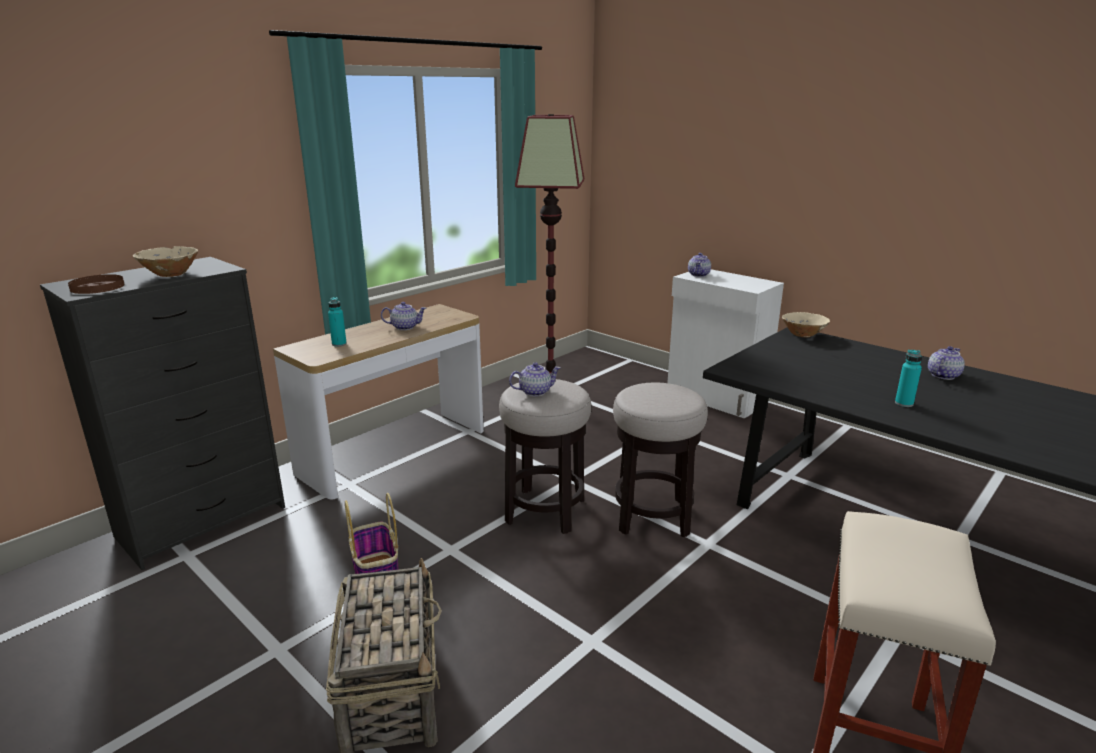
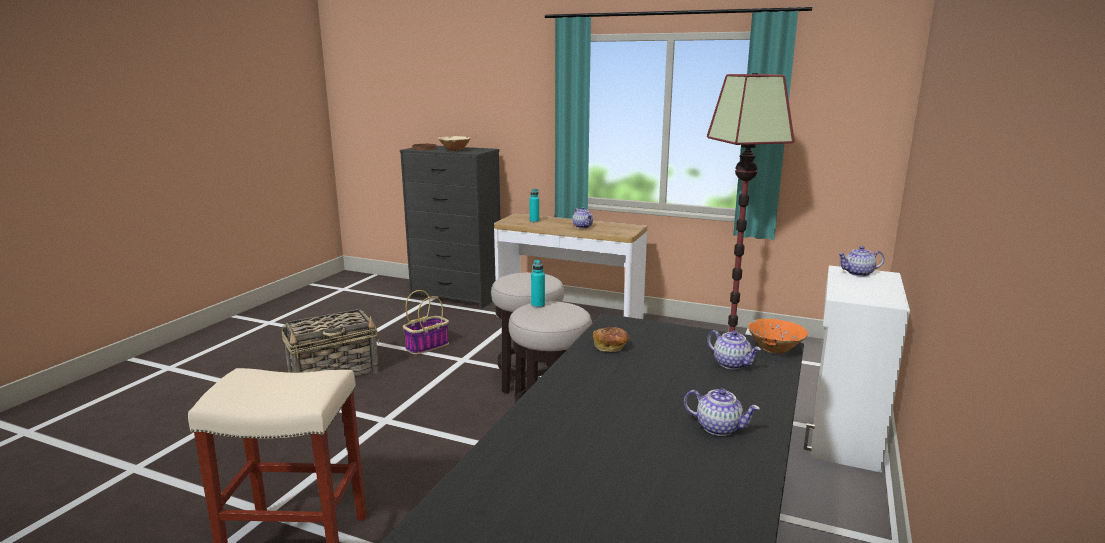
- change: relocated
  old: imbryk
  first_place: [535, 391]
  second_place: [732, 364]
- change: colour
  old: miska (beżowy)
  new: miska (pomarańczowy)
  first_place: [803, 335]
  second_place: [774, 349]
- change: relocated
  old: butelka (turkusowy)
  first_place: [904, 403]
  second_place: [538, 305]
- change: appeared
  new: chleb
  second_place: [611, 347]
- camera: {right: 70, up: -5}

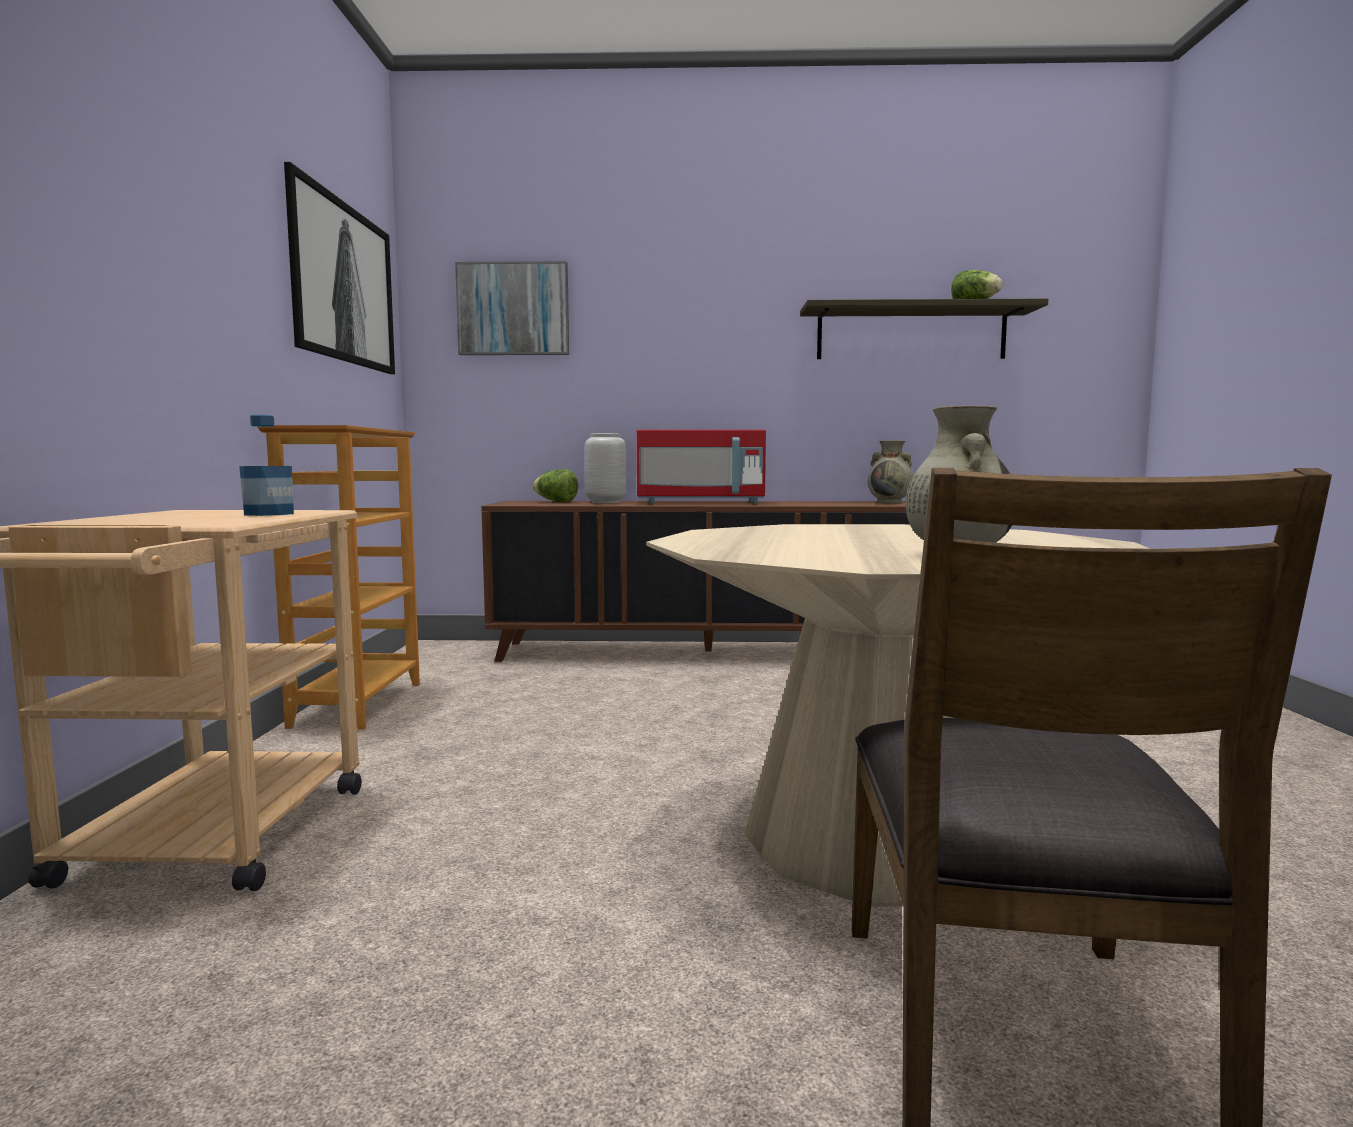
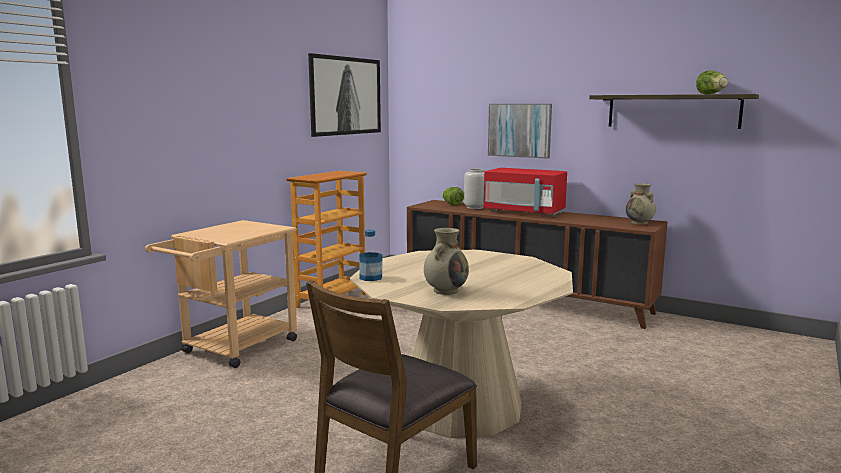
- change: relocated
  old: butelka
  first_place: [269, 514]
  second_place: [371, 277]
- change: relocated
  old: obraz
  first_place: [513, 309]
  second_place: [519, 130]
- camera: {right: 30, up: 5}

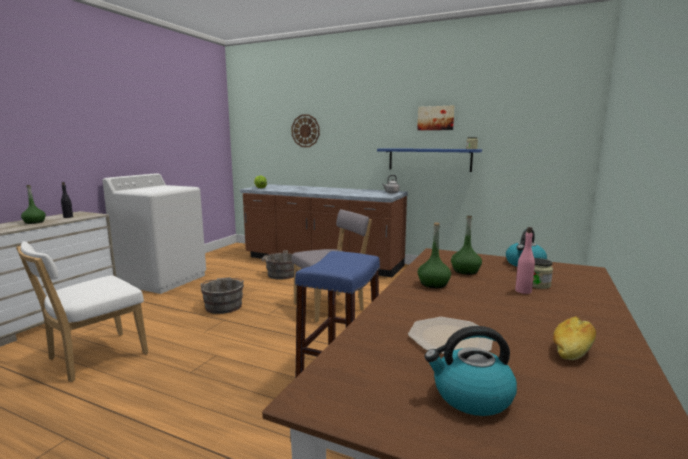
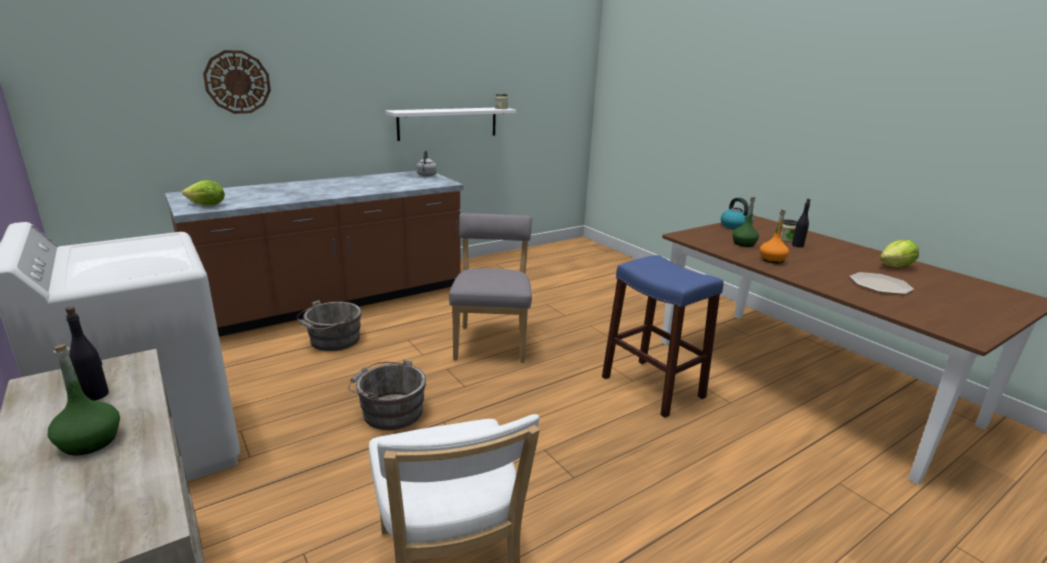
- change: colour
  old: półka (niebieski)
  new: półka (biały)
  first_place: [429, 159]
  second_place: [448, 123]
- change: missing
  old: obraz
  first_place: [435, 118]
- change: colour
  old: butelka (zielony)
  new: butelka (pomarańczowy)
  first_place: [433, 284]
  second_place: [772, 260]
- change: missing
  old: czajnik
  first_place: [471, 396]
- change: colour
  old: butelka (różowy)
  new: butelka (czarny)
  first_place: [523, 291]
  second_place: [797, 245]
- change: exchanged
  old: chleb
  new: sałata
  first_place: [572, 349]
  second_place: [895, 266]
- camera: {right: -60, up: 10}

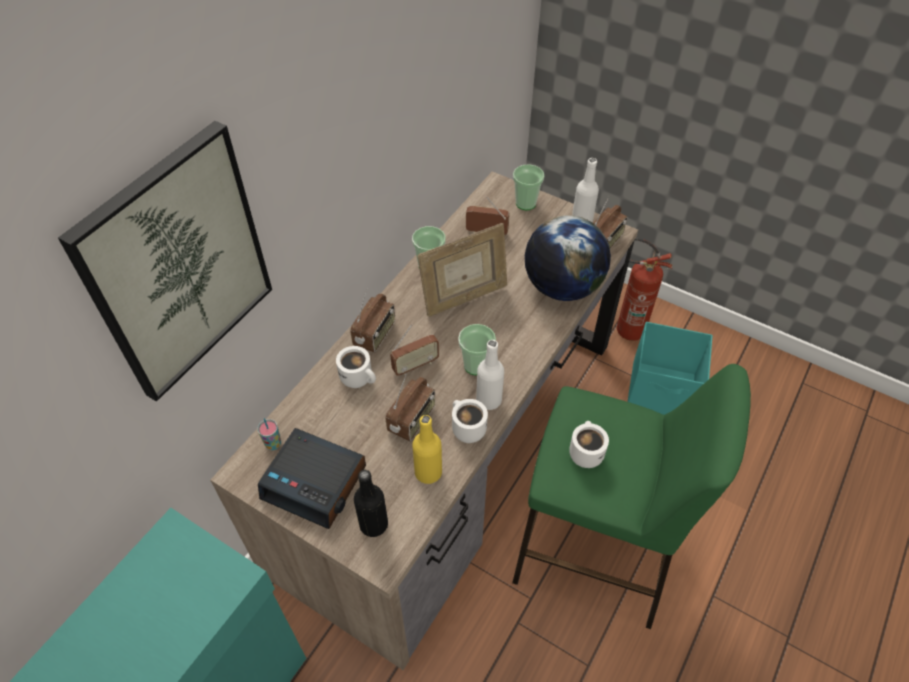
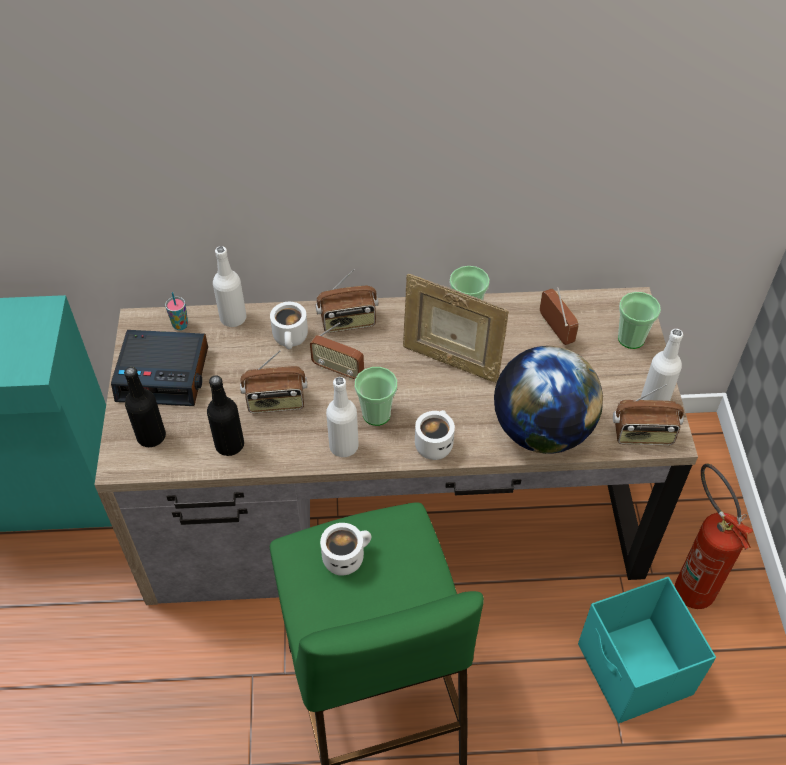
- change: missing
  old: obraz
  first_place: [178, 265]
- change: spun
  old: budzik
  first_place: [315, 482]
  second_place: [164, 374]
  degrees: -75
- change: colour
  old: butelka (żółty)
  new: butelka (czarny)
  first_place: [428, 472]
  second_place: [229, 445]
- change: relocated
  old: kubek (biały)
  first_place: [466, 429]
  second_place: [433, 443]
- change: appeared
  new: butelka (biały)
  second_place: [233, 318]
- camera: {right: 55, up: 0}

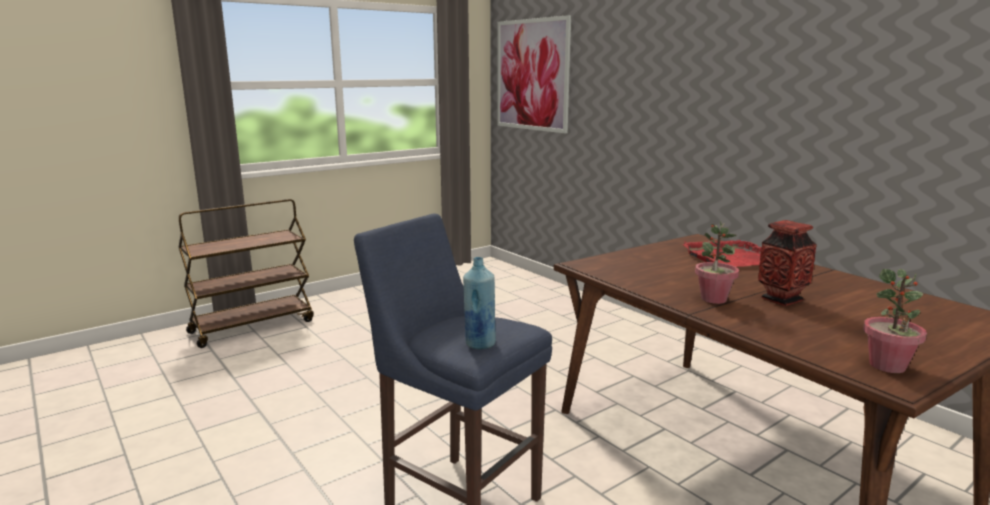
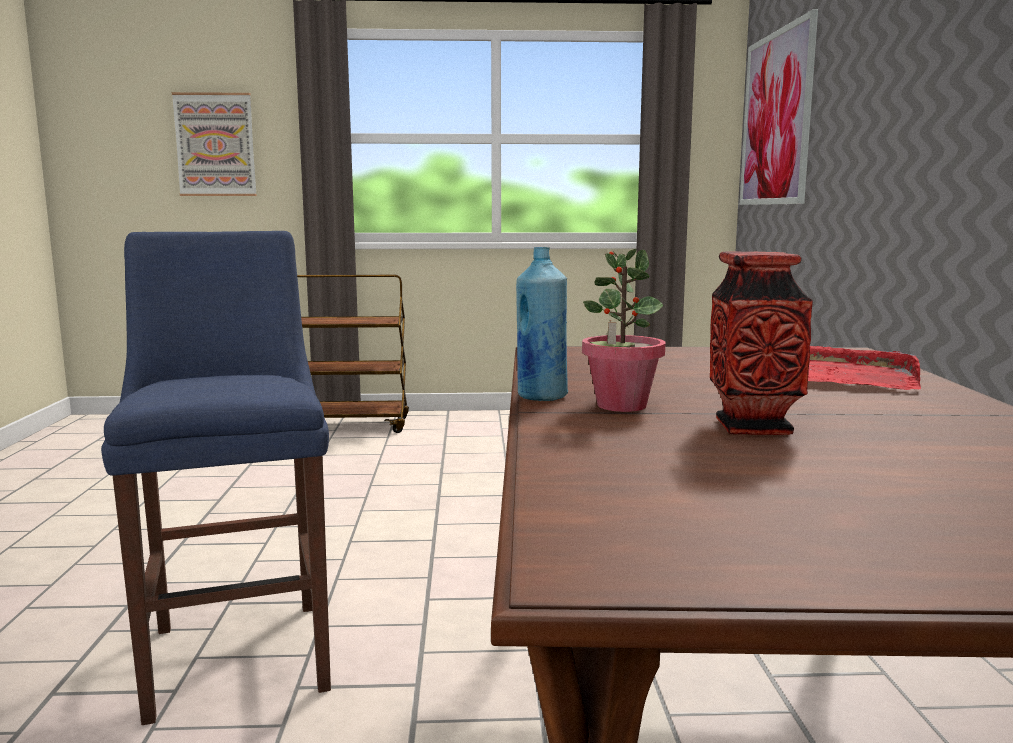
- change: relocated
  old: butelka (niebieski)
  first_place: [480, 344]
  second_place: [541, 396]
- change: missing
  old: roślina doniczkowa
  first_place: [887, 366]
- change: appeared
  new: obraz
  second_place: [215, 145]
- camera: {right: 35, up: -5}

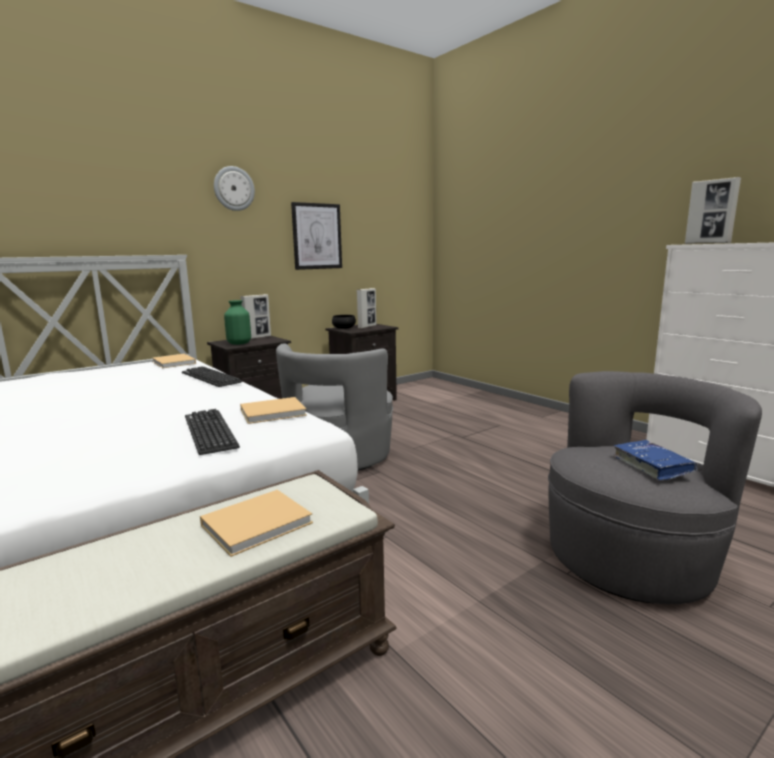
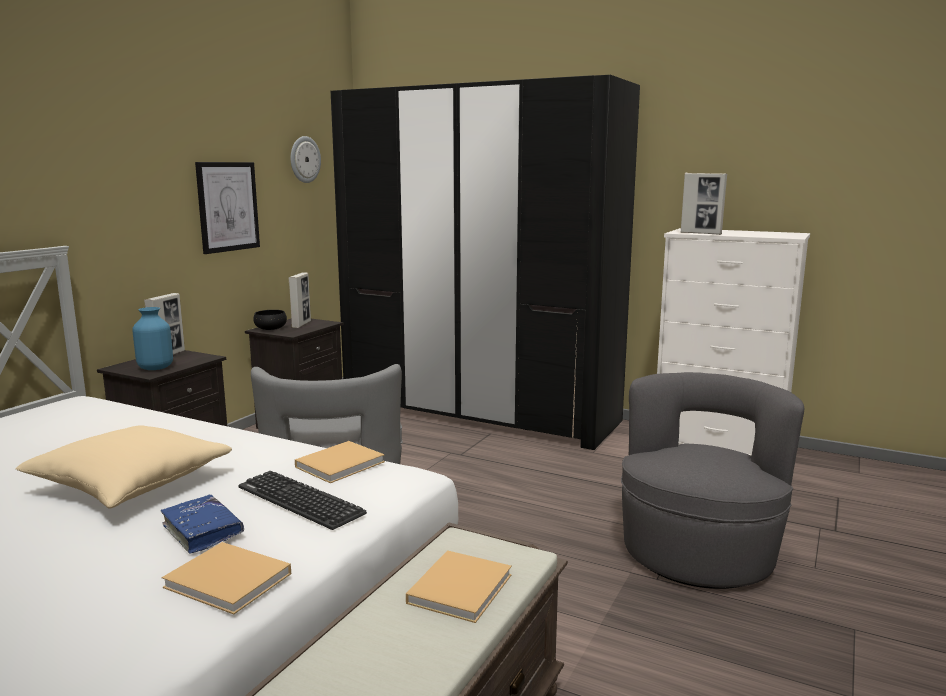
- change: relocated
  old: książka (beżowy)
  first_place: [174, 363]
  second_place: [230, 581]
- change: missing
  old: klawiatura
  first_place: [210, 377]
- change: relocated
  old: zegar ścienny
  first_place: [234, 188]
  second_place: [304, 159]
- change: colour
  old: wazon (zielony)
  new: wazon (niebieski)
  first_place: [239, 343]
  second_place: [156, 368]
- change: relocated
  old: książka (niebieski)
  first_place: [652, 466]
  second_place: [202, 531]
- change: appeared
  new: poduszka (beżowy)
  second_place: [130, 484]
- change: appeared
  new: szafa (czarny)
  second_place: [479, 412]
- camera: {right: -25, up: 0}

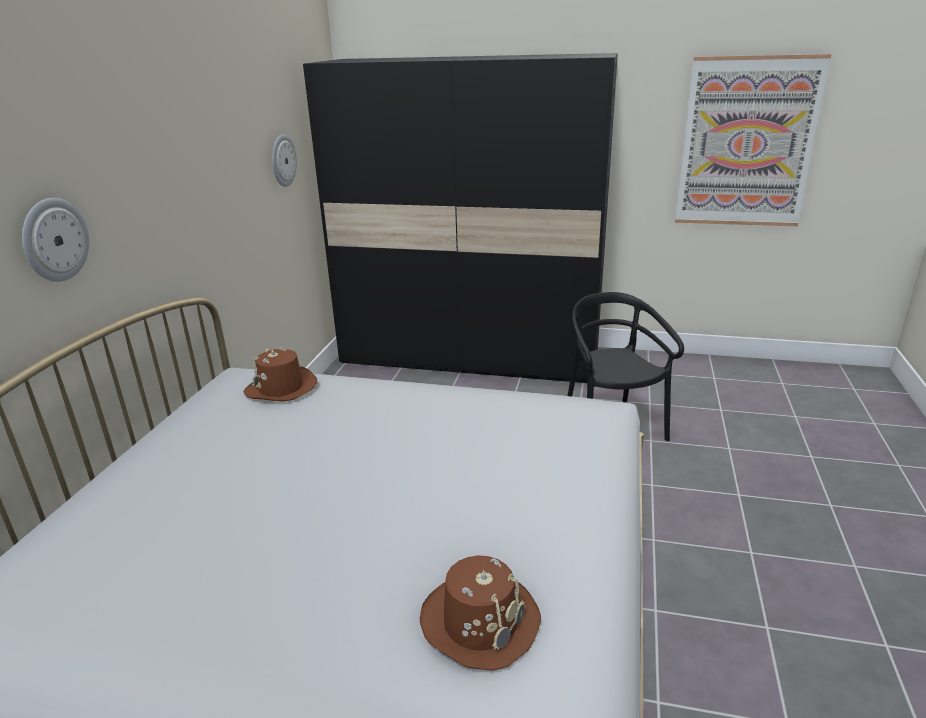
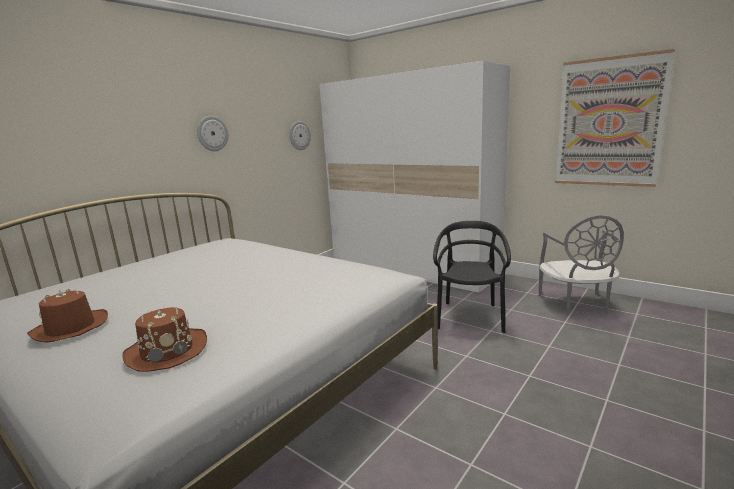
- change: relocated
  old: zegar ścienny
  first_place: [54, 240]
  second_place: [212, 133]
- change: relocated
  old: kapelusz (brązowy)
  first_place: [281, 388]
  second_place: [70, 328]
- change: colour
  old: szafa (czarny)
  new: szafa (biały)
  first_place: [470, 356]
  second_place: [412, 268]
- change: appeared
  new: krzesło (szary)
  second_place: [576, 304]
- camera: {right: 25, up: -10}

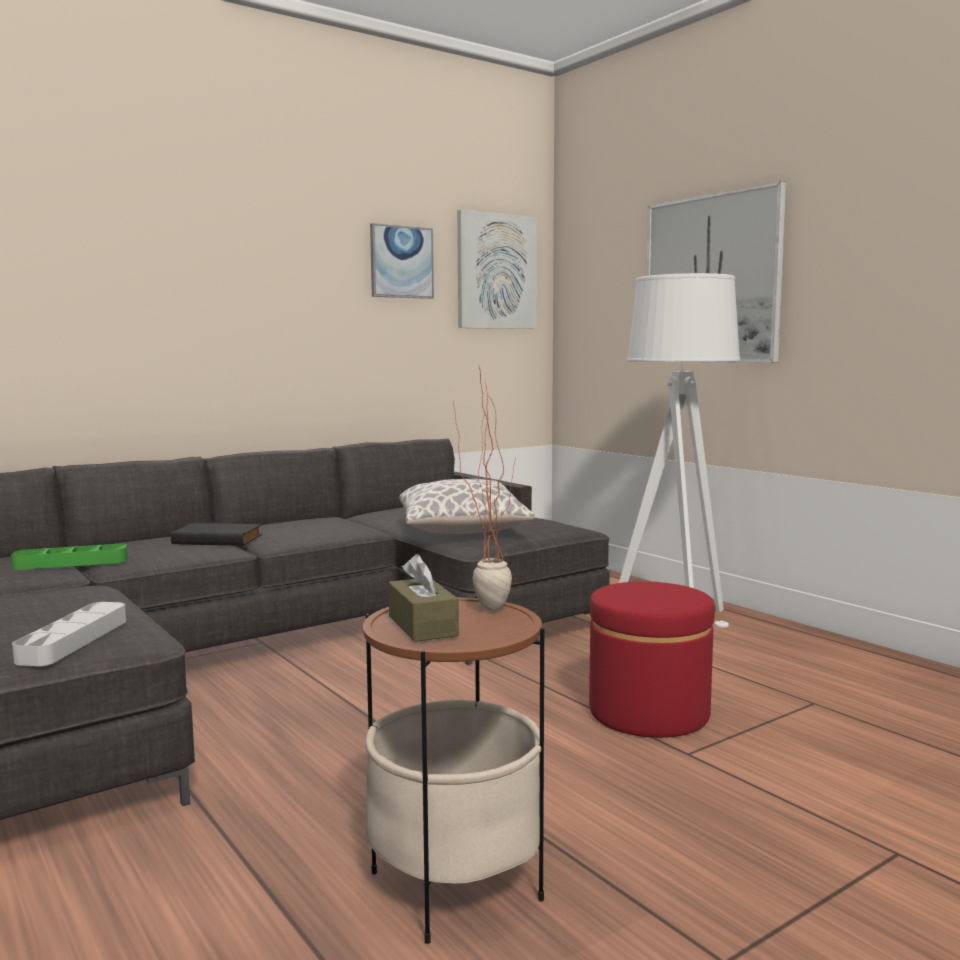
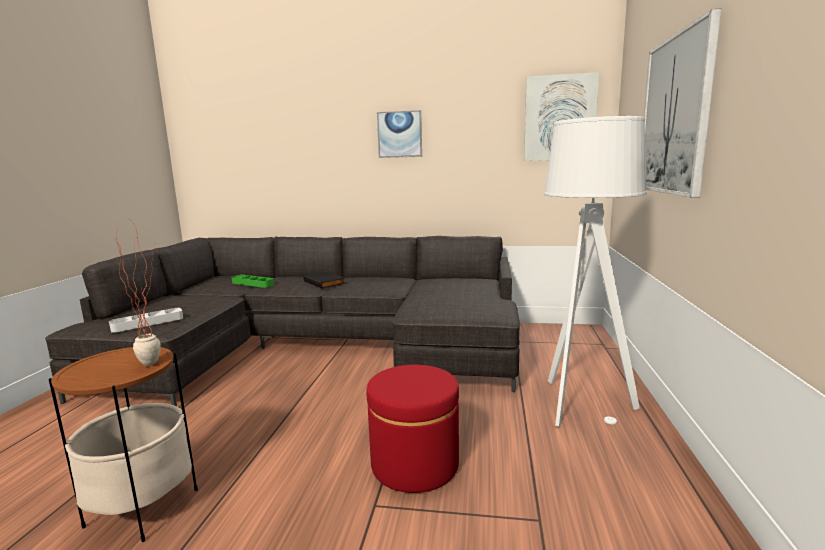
- change: relocated
  old: obraz
  first_place: [401, 262]
  second_place: [399, 134]
- change: missing
  old: pudełko chusteczek (brązowy)
  first_place: [422, 626]
- change: missing
  old: poduszka
  first_place: [463, 532]
- camera: {right: 45, up: 5}

